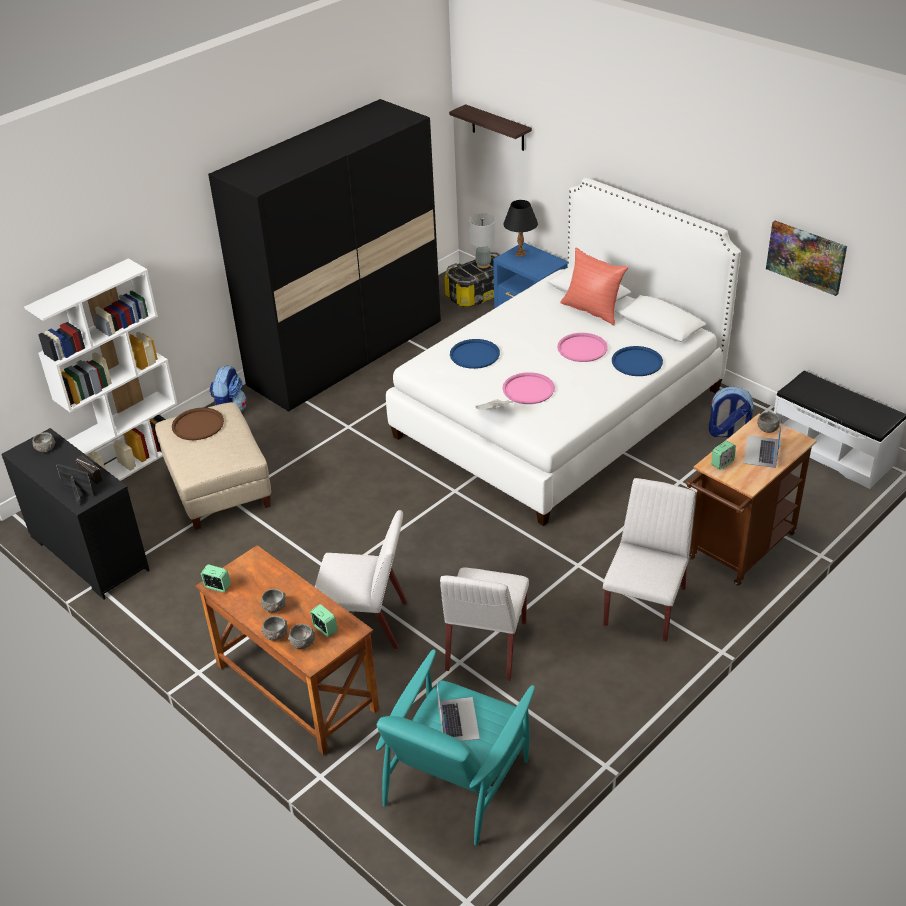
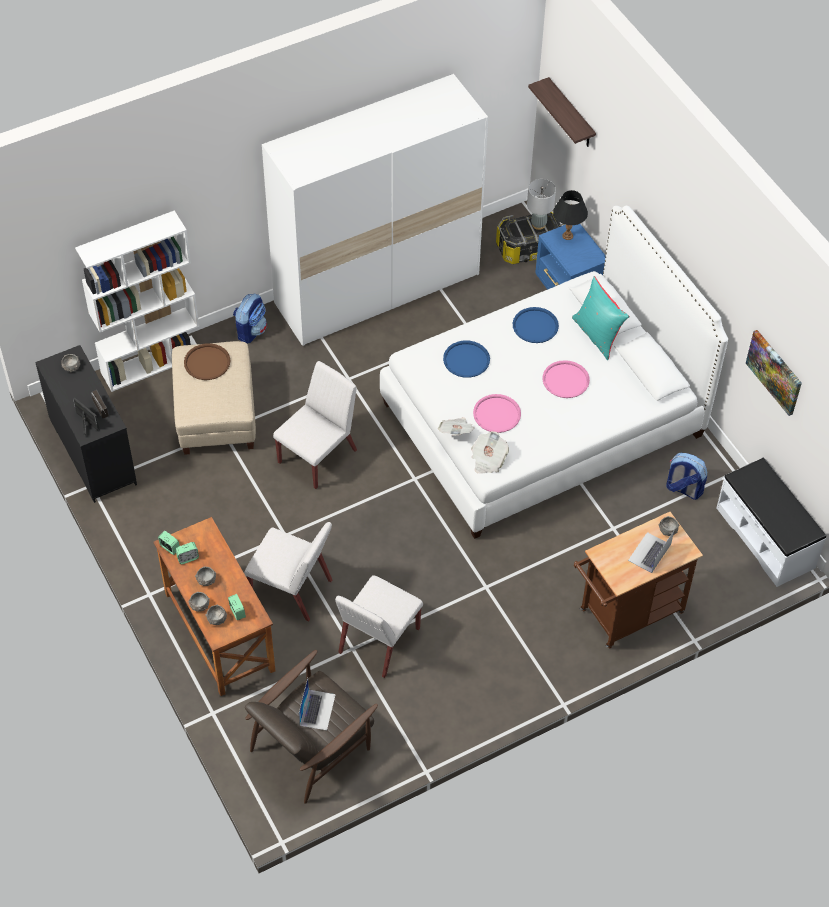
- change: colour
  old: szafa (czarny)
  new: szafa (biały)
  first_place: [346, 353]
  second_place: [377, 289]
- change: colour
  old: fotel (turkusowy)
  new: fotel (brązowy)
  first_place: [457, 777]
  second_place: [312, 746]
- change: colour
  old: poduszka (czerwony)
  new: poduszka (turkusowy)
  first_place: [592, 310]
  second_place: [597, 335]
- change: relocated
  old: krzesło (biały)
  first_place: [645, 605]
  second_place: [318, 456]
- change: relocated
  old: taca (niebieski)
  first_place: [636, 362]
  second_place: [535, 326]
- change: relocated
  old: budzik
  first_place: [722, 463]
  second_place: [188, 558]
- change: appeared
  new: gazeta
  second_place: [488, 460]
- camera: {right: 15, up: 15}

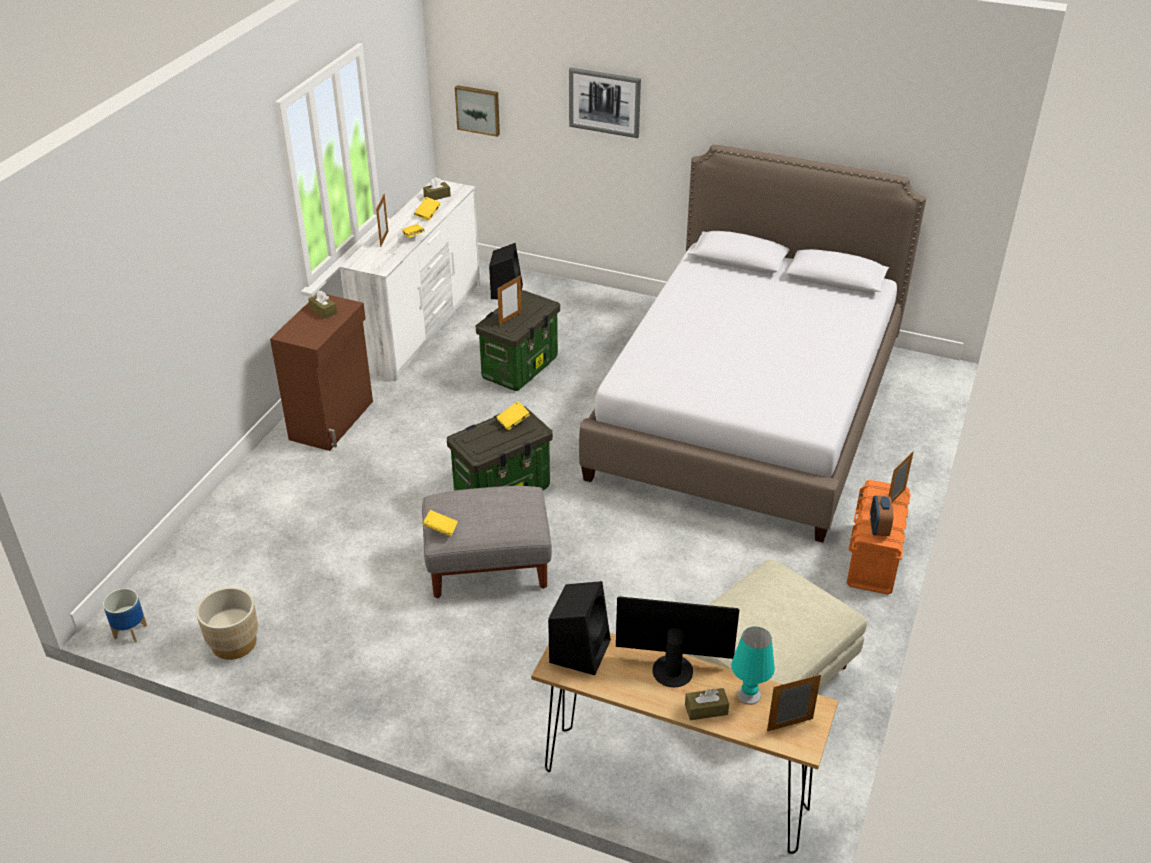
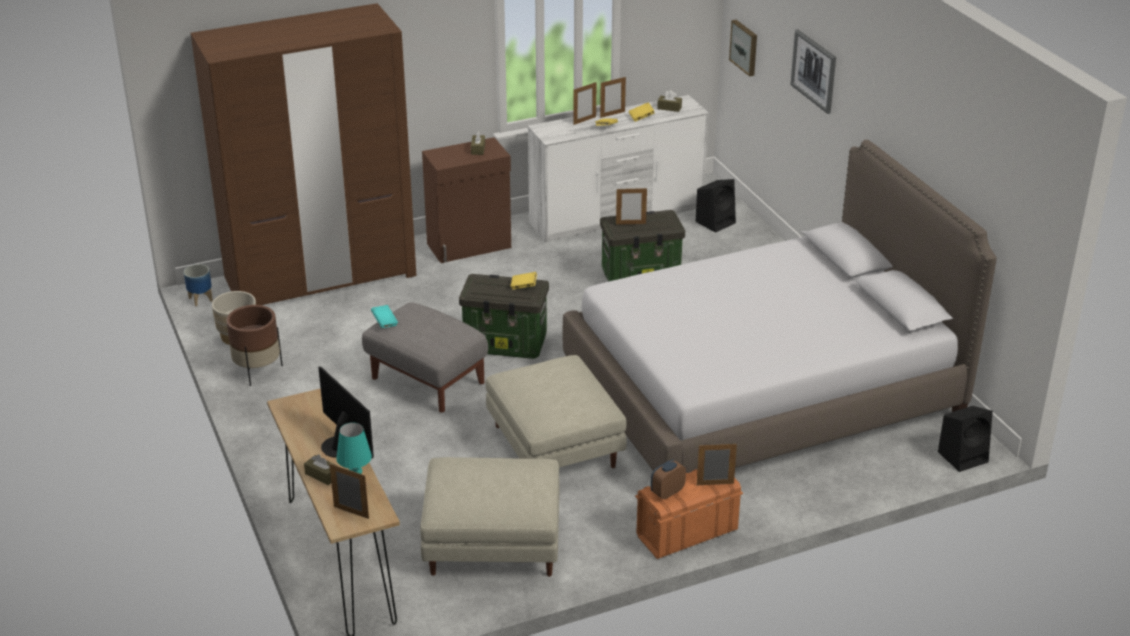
- change: colour
  old: książka (żółty)
  new: książka (turkusowy)
  first_place: [440, 529]
  second_place: [384, 322]
- change: relocated
  old: głośnik (czarny)
  first_place: [580, 650]
  second_place: [963, 456]
- change: appeared
  new: szafa (brązowy)
  second_place: [320, 277]
- change: appeared
  new: donica (brązowy)
  second_place: [258, 371]
- change: appeared
  new: pufa (beżowy)
  second_place: [556, 447]
- change: appeared
  new: ramka na zdjęcie
  second_place: [612, 114]
- camera: {right: 45, up: -5}

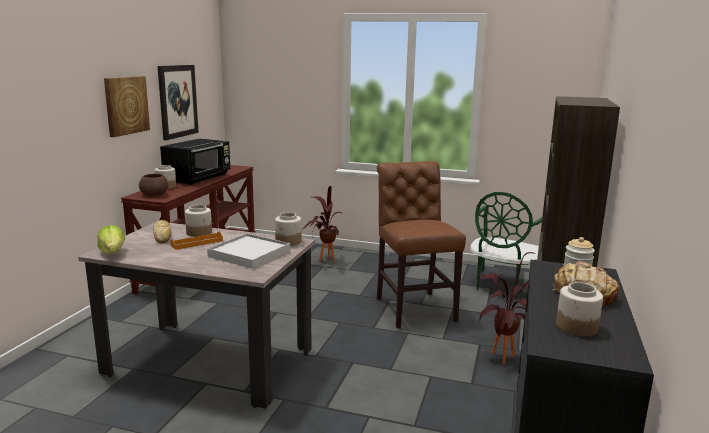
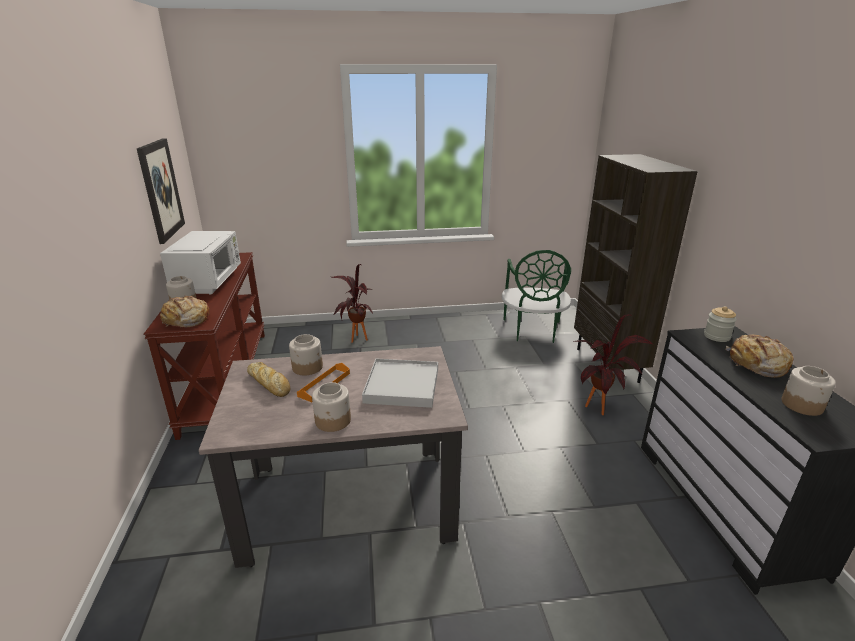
- change: missing
  old: sałata
  first_place: [113, 253]
- change: missing
  old: obraz
  first_place: [126, 105]
- change: exchanged
  old: miska (brązowy)
  new: chleb
  first_place: [154, 195]
  second_place: [186, 320]
- change: colour
  old: mikrofalówka (czarny)
  new: mikrofalówka (biały)
  first_place: [199, 178]
  second_place: [209, 281]
- change: relocated
  old: słoik
  first_place: [288, 242]
  second_place: [333, 421]
- change: missing
  old: krzesło (brązowy)
  first_place: [413, 307]
- camera: {right: -25, up: 10}

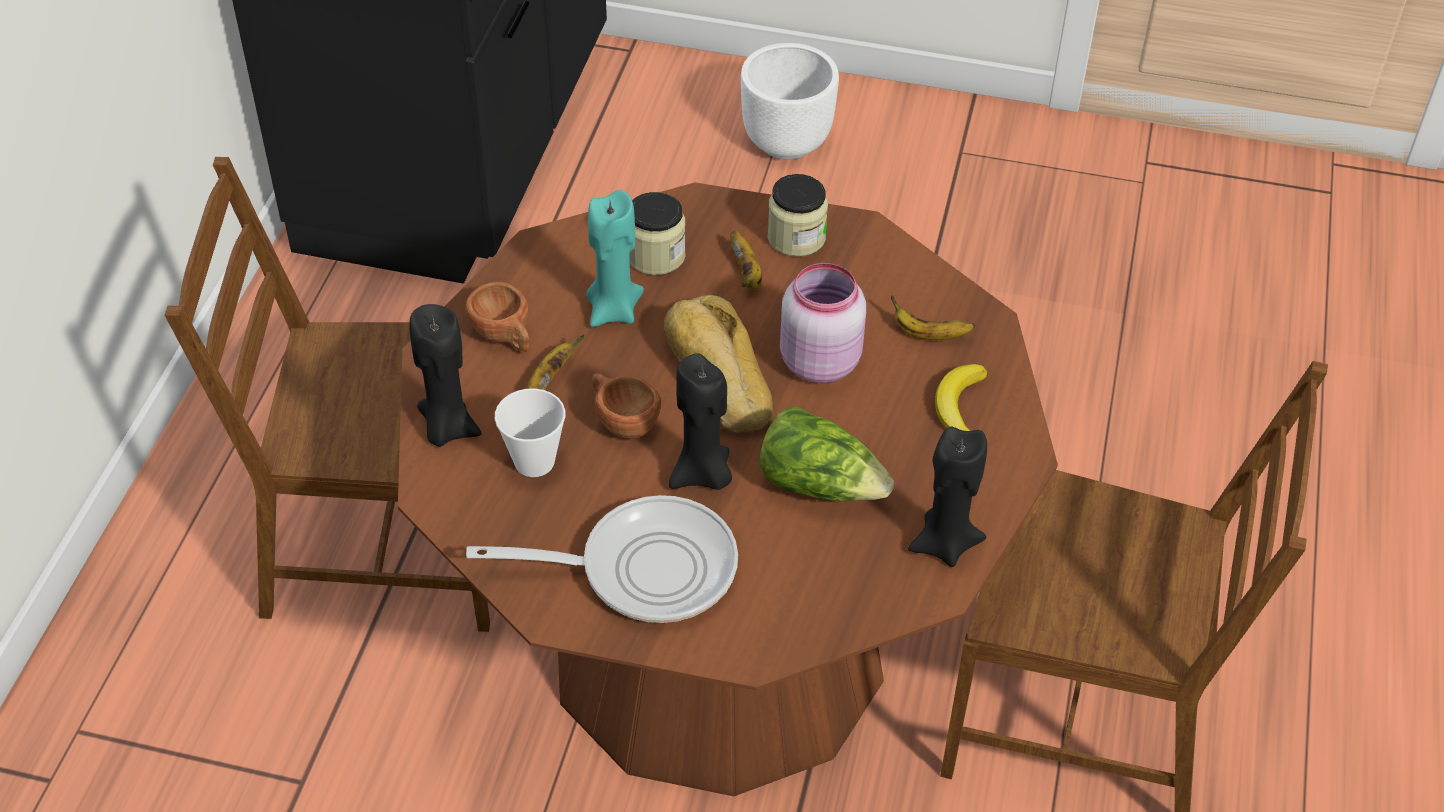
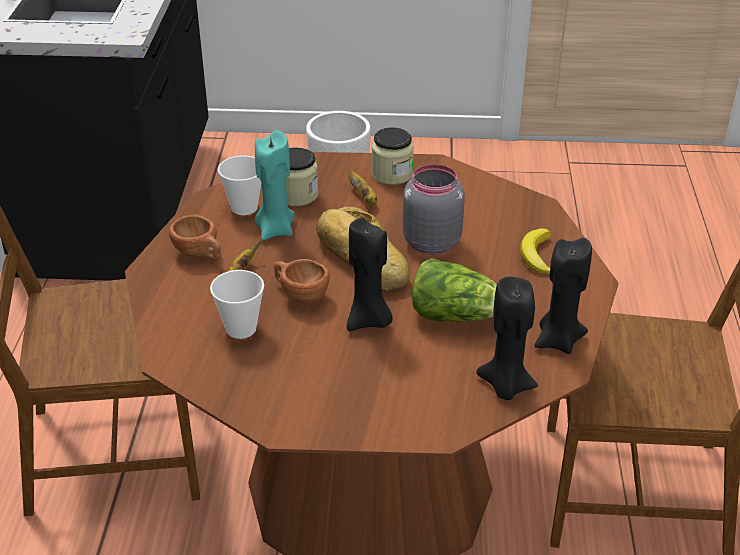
- change: relocated
  old: świeca (czarny)
  first_place: [447, 428]
  second_place: [505, 386]
- change: missing
  old: patelnia
  first_place: [644, 568]
- change: colour
  old: słoik (różowy)
  new: słoik (szary)
  first_place: [818, 361]
  second_place: [430, 242]
- change: missing
  old: banan
  first_place: [928, 334]
- change: appeared
  new: filiżanka
  second_place: [244, 207]
- camera: {right: -10, up: -10}

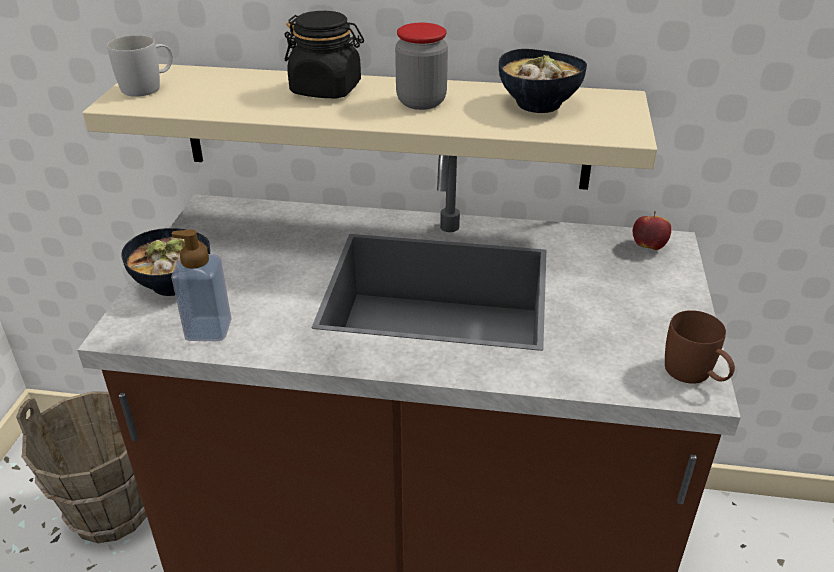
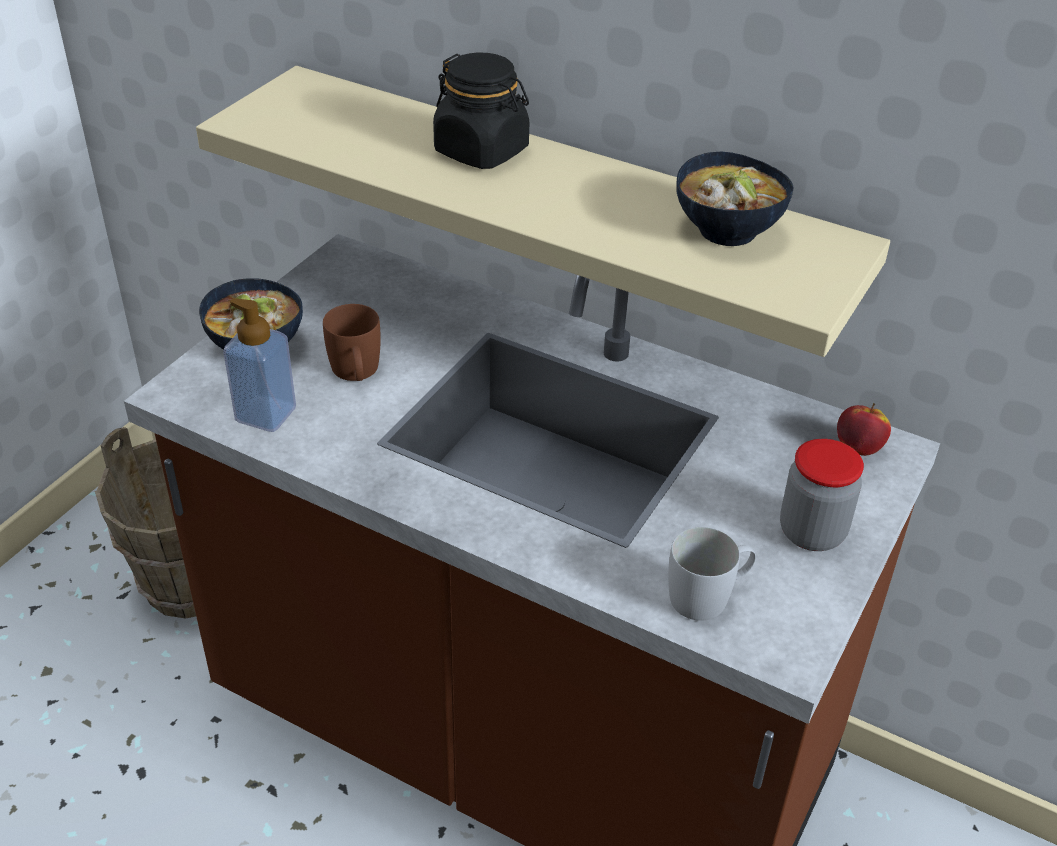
- change: relocated
  old: kubek (biały)
  first_place: [148, 87]
  second_place: [709, 596]
- change: relocated
  old: słoik
  first_place: [421, 102]
  second_place: [812, 532]
- change: relocated
  old: kubek (brązowy)
  first_place: [695, 375]
  second_place: [356, 374]
- camera: {right: 20, up: 5}

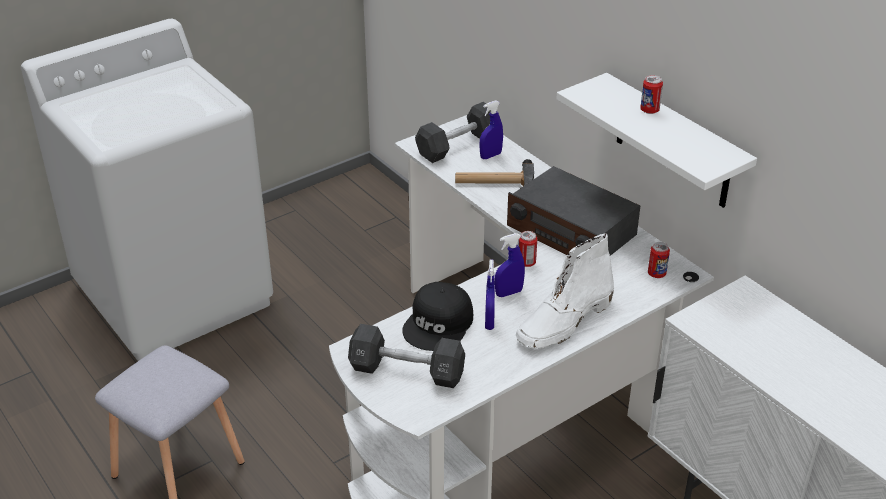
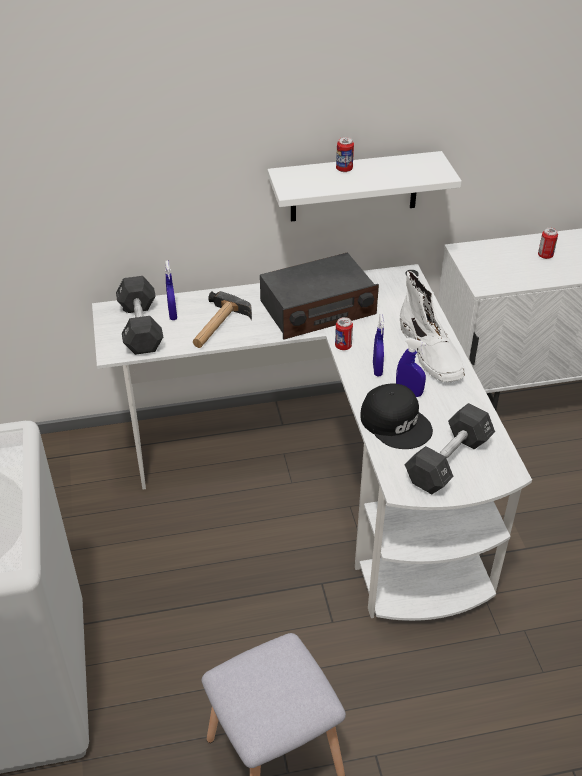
- change: relocated
  old: puszka
  first_place: [656, 274]
  second_place: [545, 256]
- camera: {right: -65, up: 5}

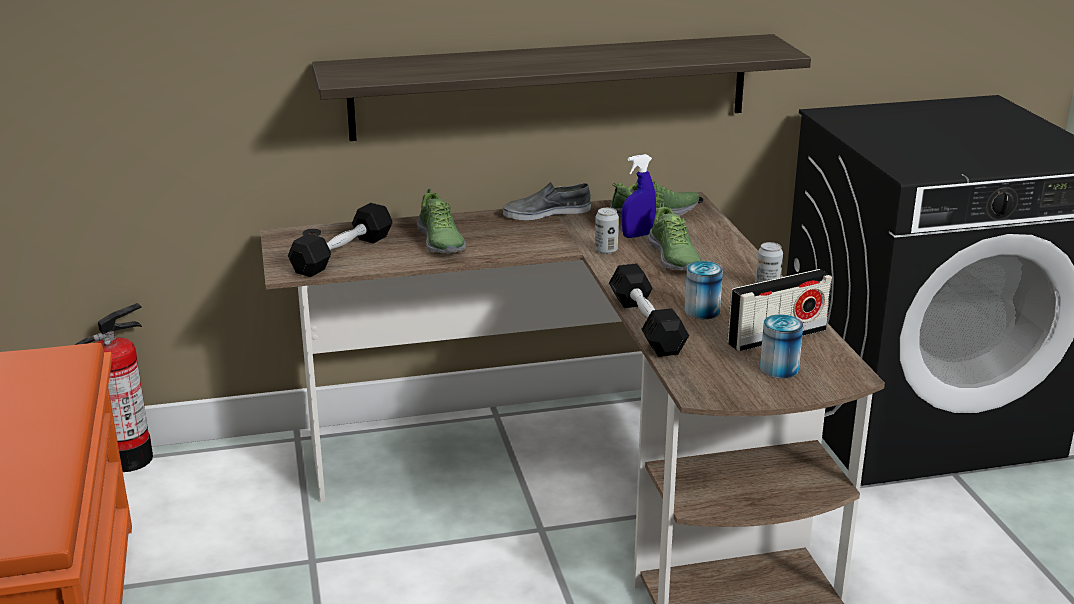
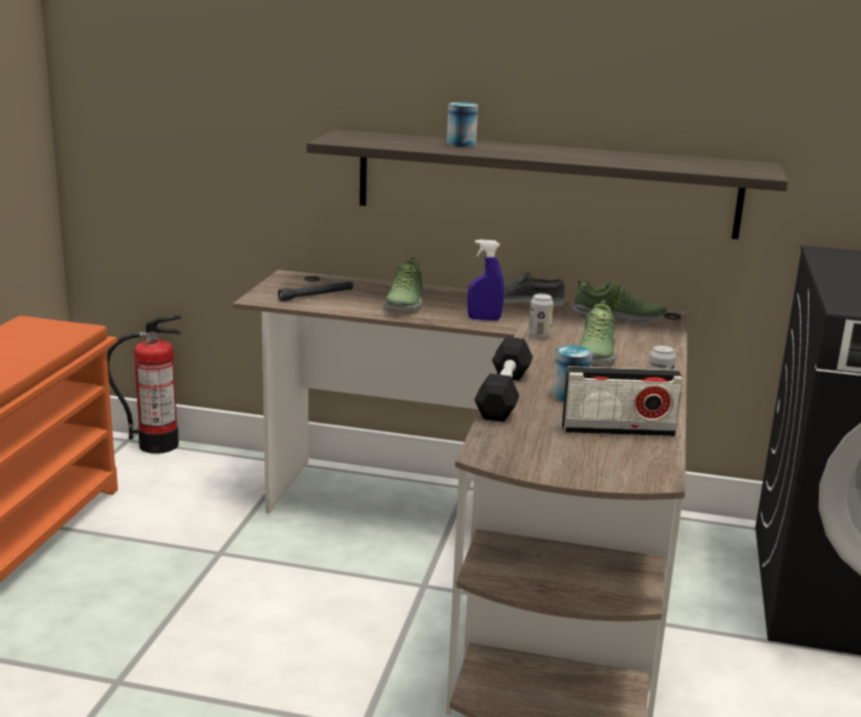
- change: exchanged
  old: hantel (czarny)
  new: latarka (czarny)
  first_place: [343, 254]
  second_place: [316, 296]
- change: relocated
  old: spryskiwacz (niebieski)
  first_place: [638, 235]
  second_place: [484, 319]
- change: relocated
  old: puszka
  first_place: [779, 369]
  second_place: [461, 144]
- camera: {right: 25, up: -5}

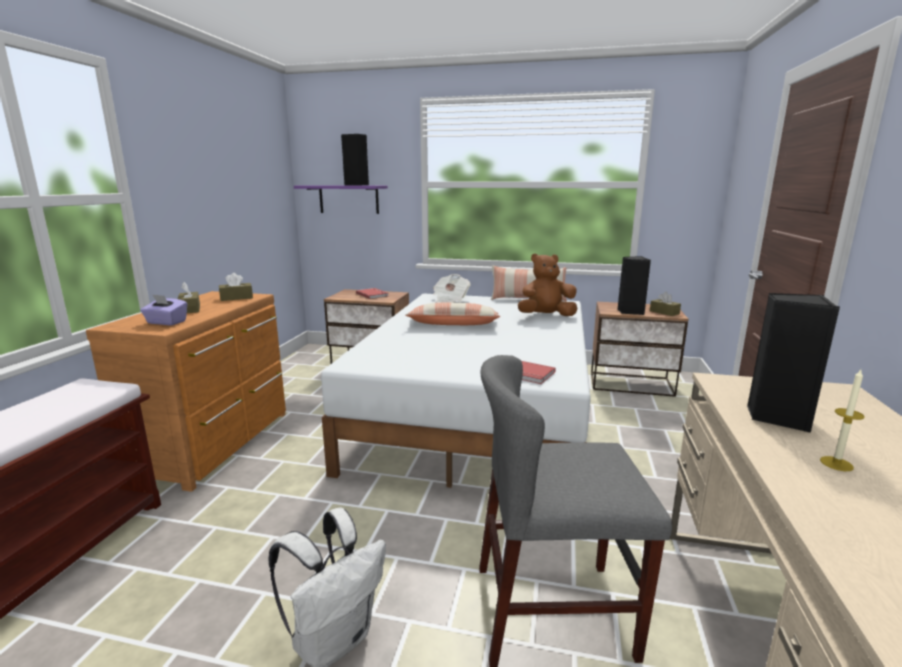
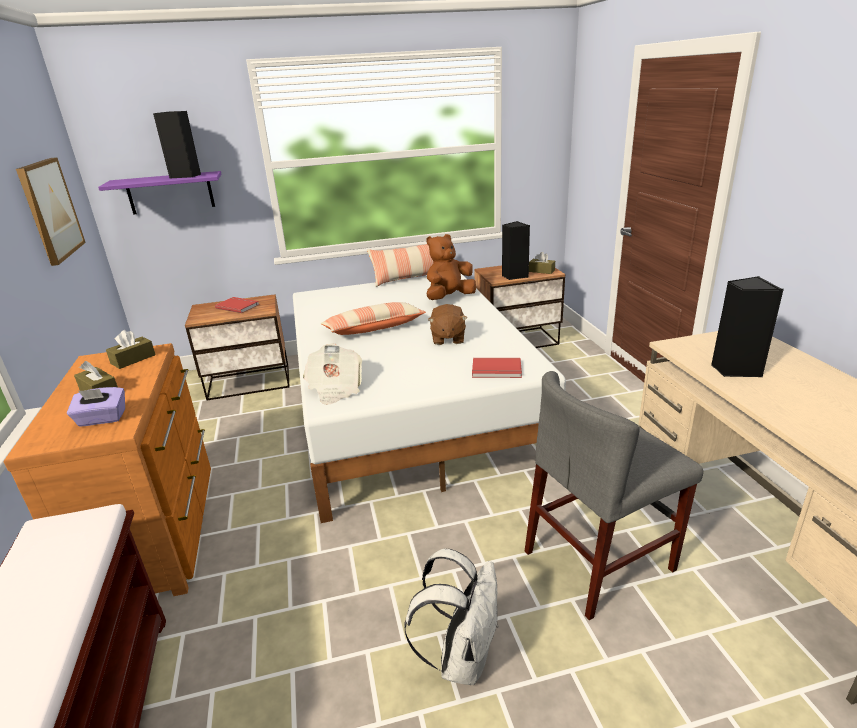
- change: relocated
  old: gazeta
  first_place: [450, 299]
  second_place: [335, 388]
- change: missing
  old: świeca
  first_place: [836, 463]
- change: appeared
  new: obraz
  second_place: [50, 210]
- change: appeared
  new: pluszak (brązowy)
  second_place: [447, 338]
- camera: {right: -25, up: 10}

